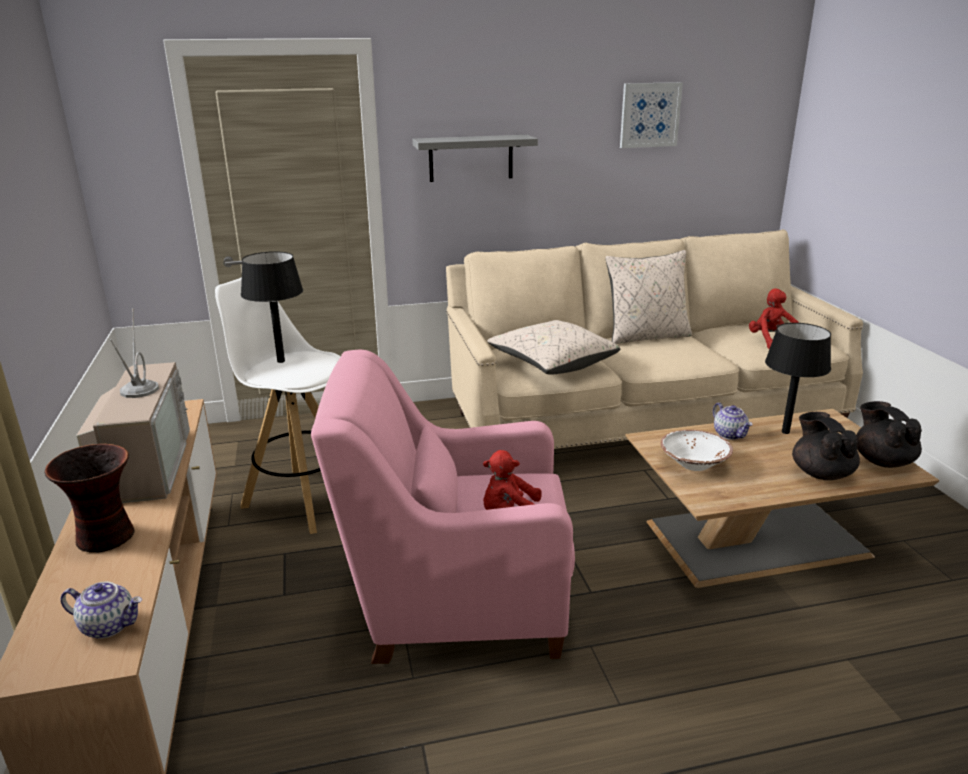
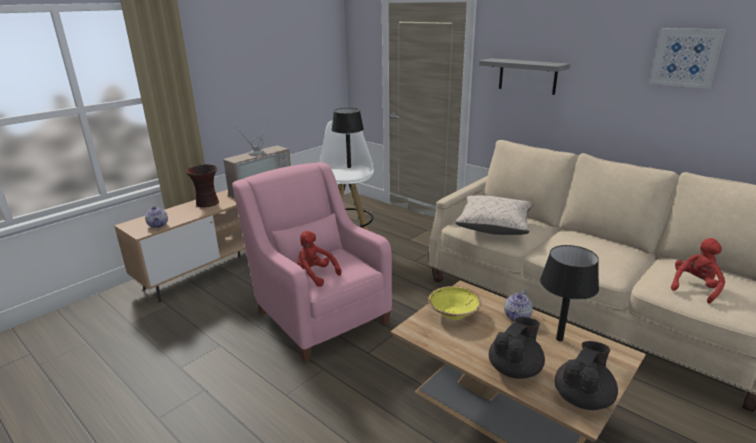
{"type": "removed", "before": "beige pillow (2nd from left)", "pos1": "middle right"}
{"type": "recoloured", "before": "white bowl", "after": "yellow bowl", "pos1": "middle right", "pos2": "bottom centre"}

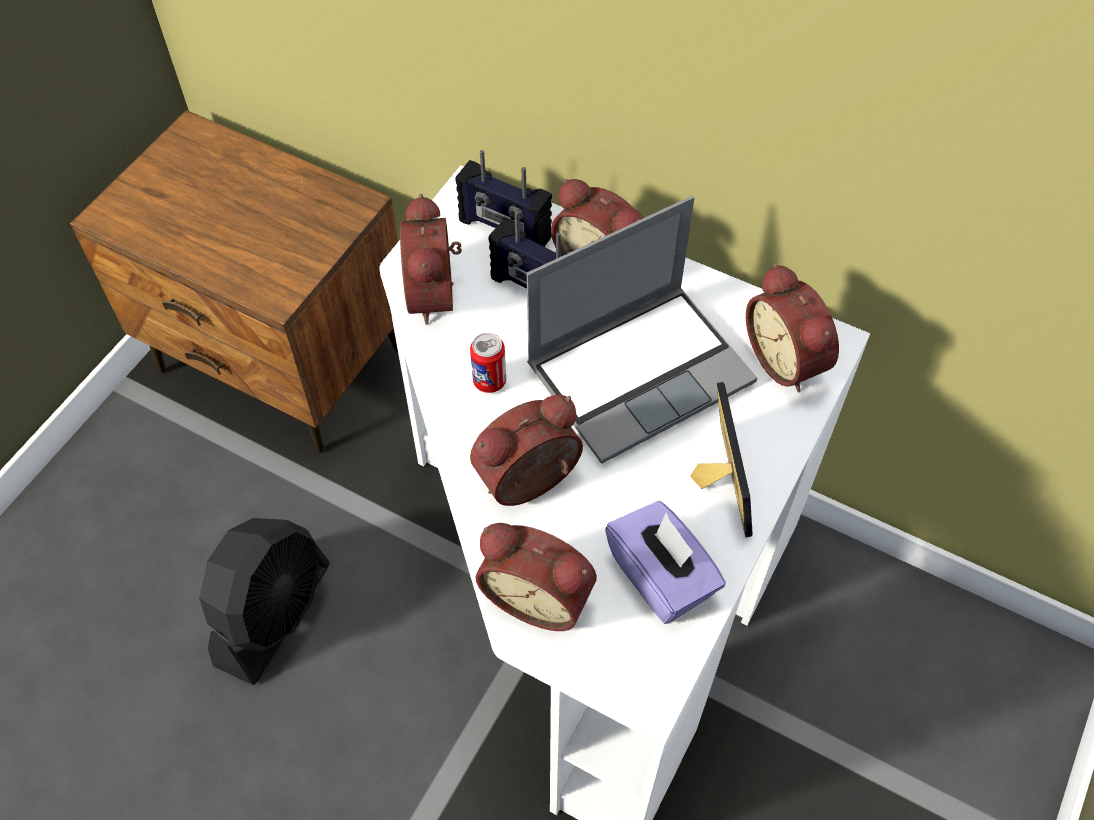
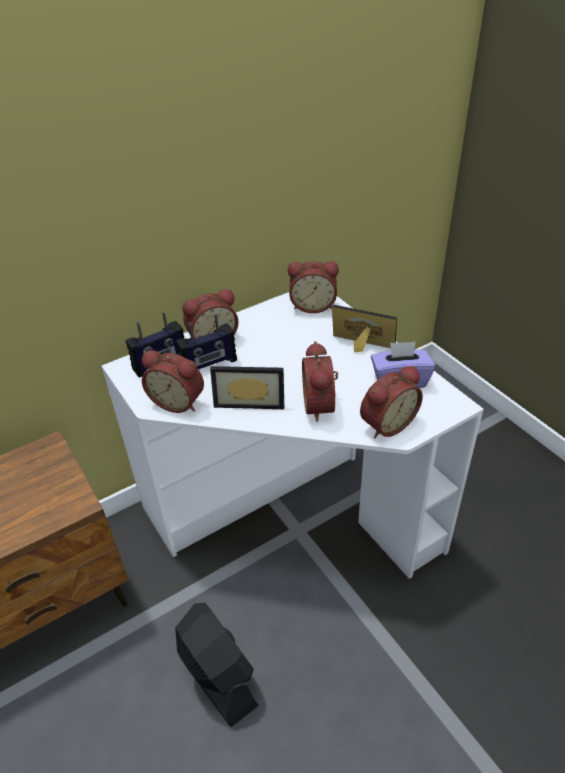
{"type": "replaced", "before": "can", "after": "picture frame (1st from left)", "pos1": "centre", "pos2": "centre"}
{"type": "removed", "before": "laptop", "pos1": "centre"}

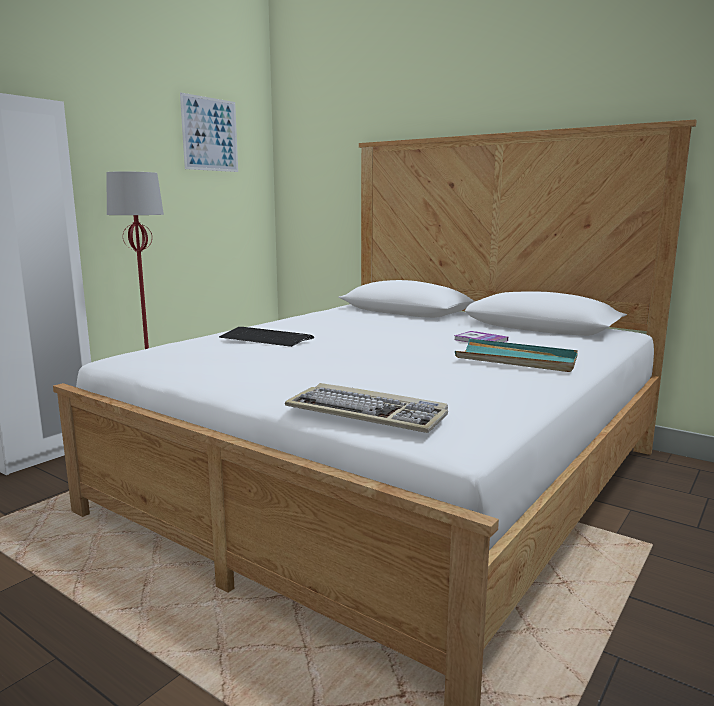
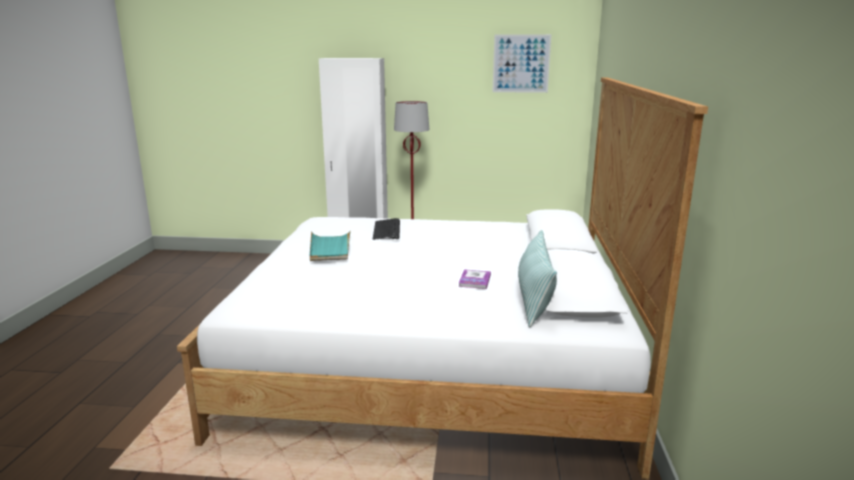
{"type": "removed", "before": "keyboard (2nd from left)", "pos1": "centre"}
{"type": "moved", "before": "turquoise tray", "pos1": "middle right", "pos2": "centre"}
{"type": "added", "after": "pillow", "pos2": "centre"}

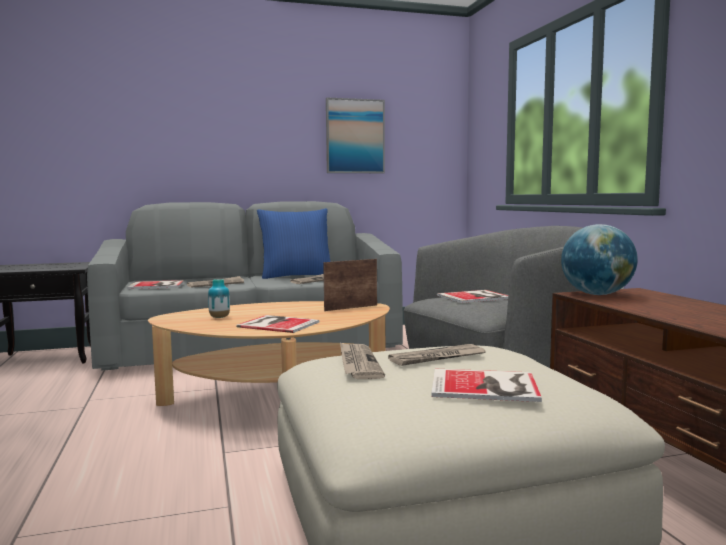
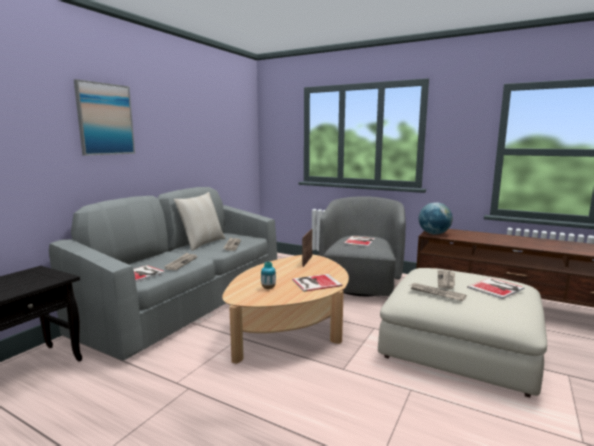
{"type": "recoloured", "before": "blue pillow", "after": "beige pillow", "pos1": "centre", "pos2": "centre"}
{"type": "moved", "before": "picture", "pos1": "top centre", "pos2": "top left"}

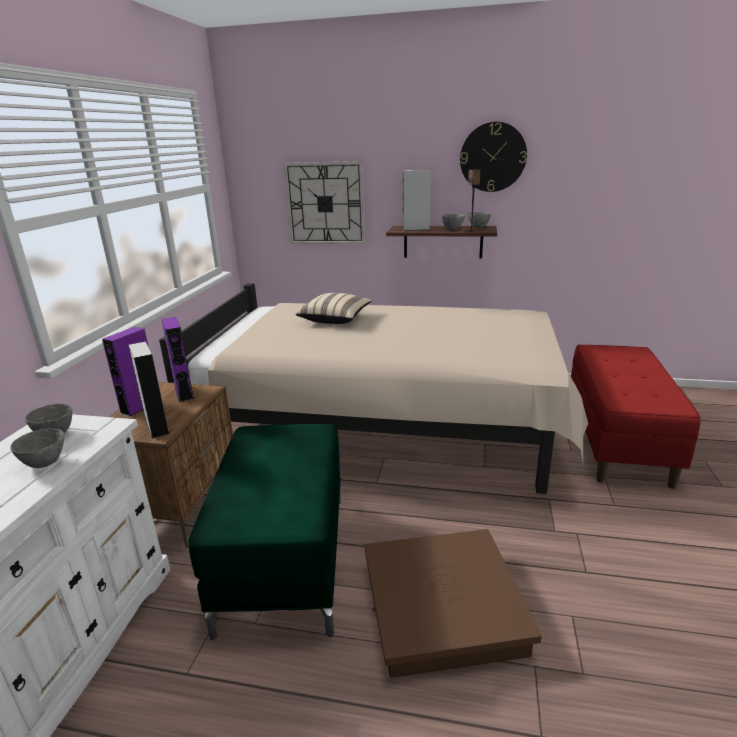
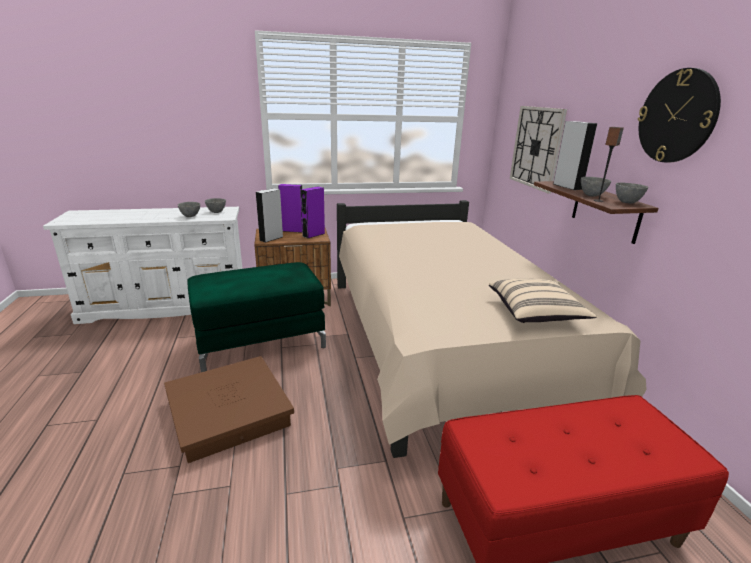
{"type": "moved", "before": "beige pillow", "pos1": "centre", "pos2": "middle right"}

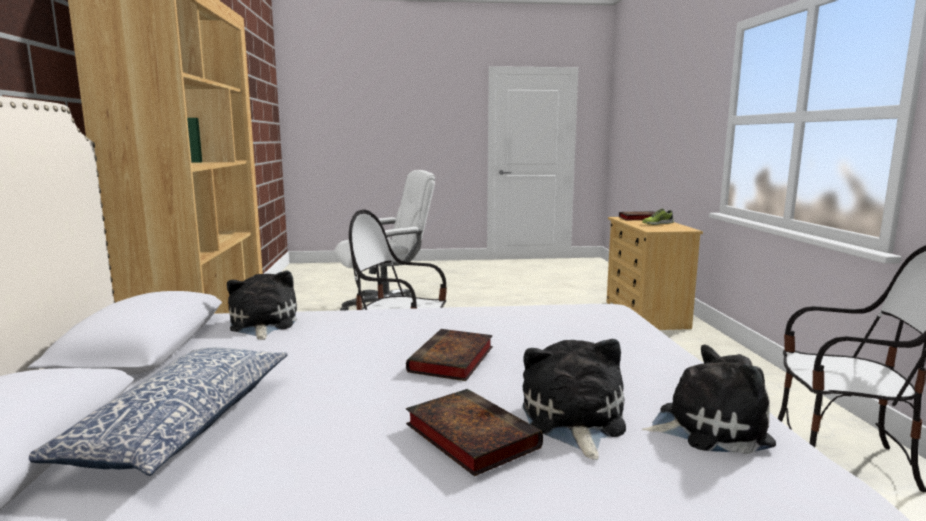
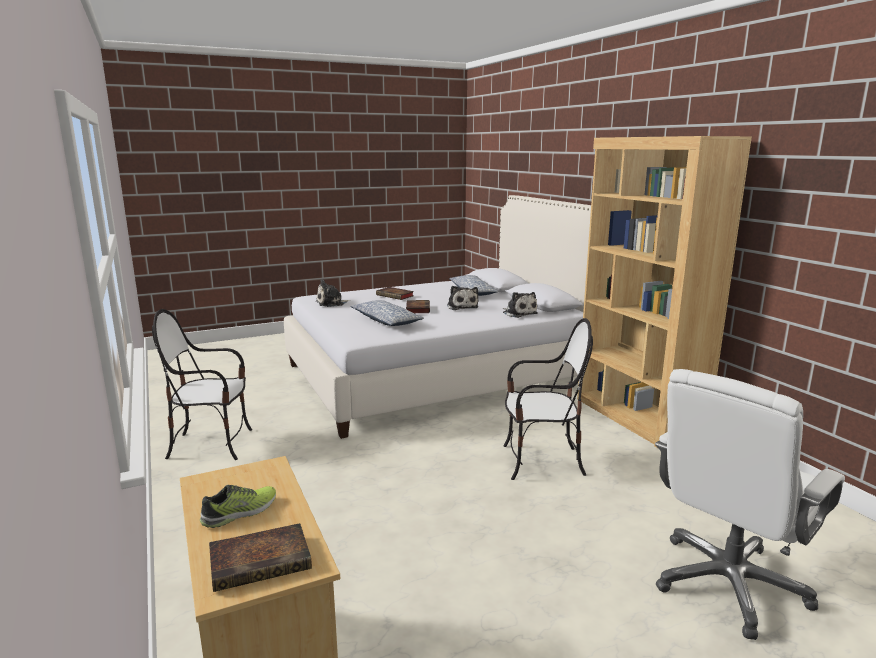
{"type": "moved", "before": "plush toy (2nd from left)", "pos1": "bottom centre", "pos2": "centre"}
{"type": "added", "after": "pillow (1st from left)", "pos2": "centre"}

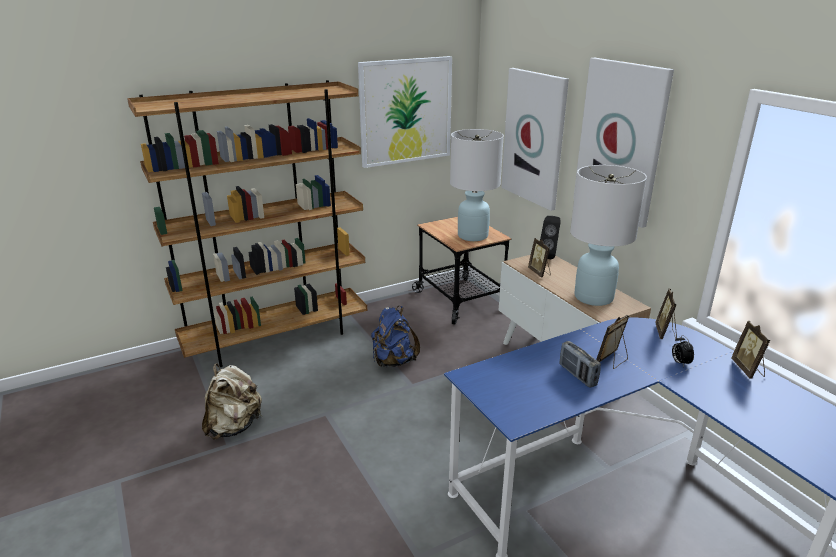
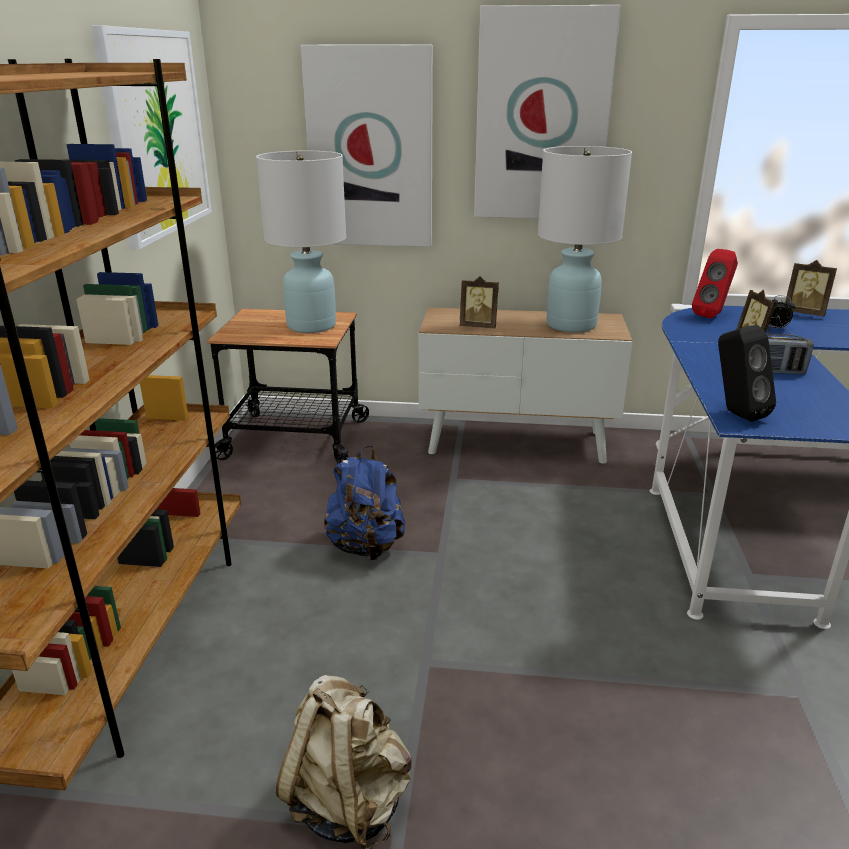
{"type": "moved", "before": "black speaker", "pos1": "centre", "pos2": "middle right"}
{"type": "replaced", "before": "picture frame (3rd from left)", "after": "red speaker", "pos1": "middle right", "pos2": "middle right"}

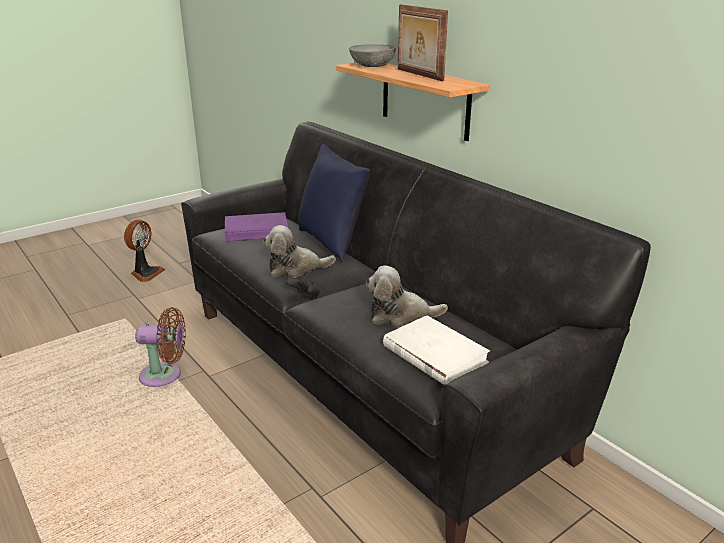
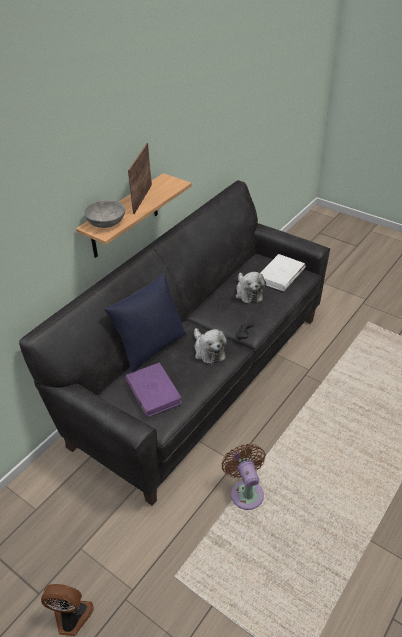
{"type": "turned", "before": "picture frame", "pos1": "top centre", "pos2": "top centre", "turn": 150}

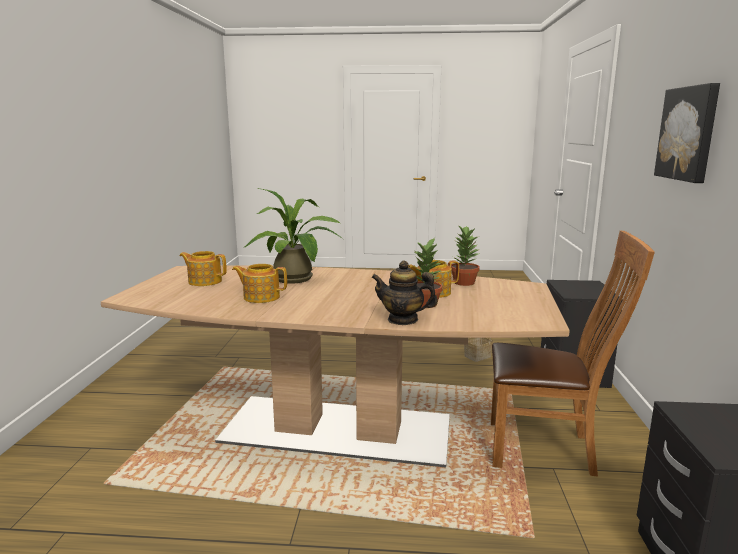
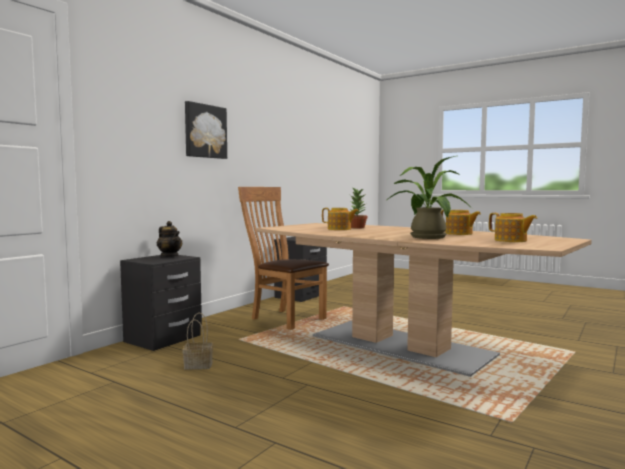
{"type": "moved", "before": "teapot (3rd from left in the first image)", "after": "teapot (1st from left)", "pos1": "centre", "pos2": "middle left"}
{"type": "removed", "before": "potted plant (3rd from left)", "pos1": "centre"}

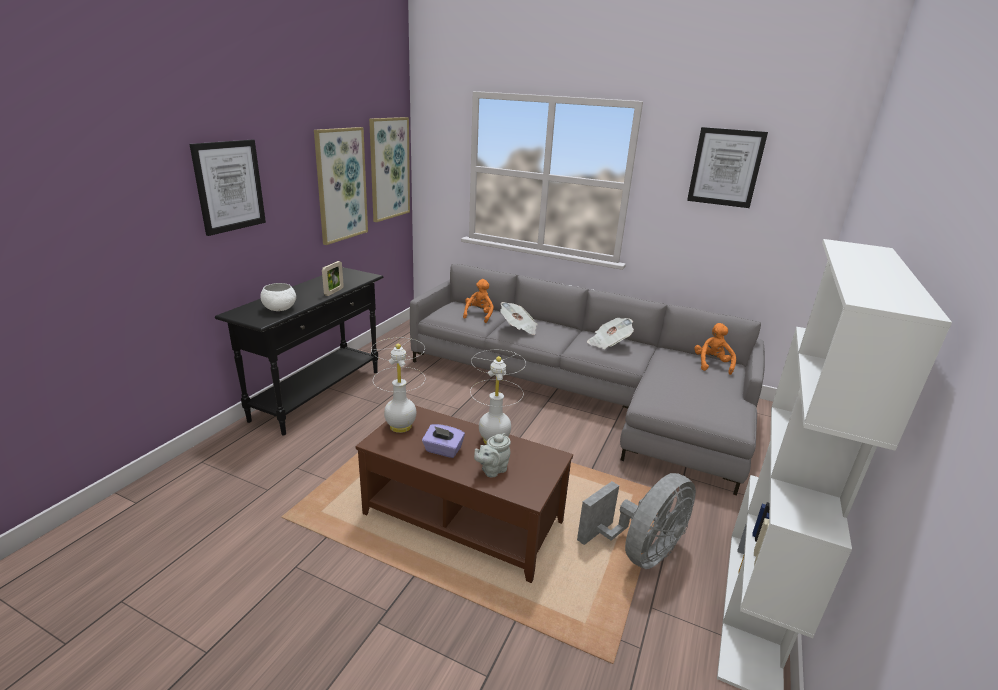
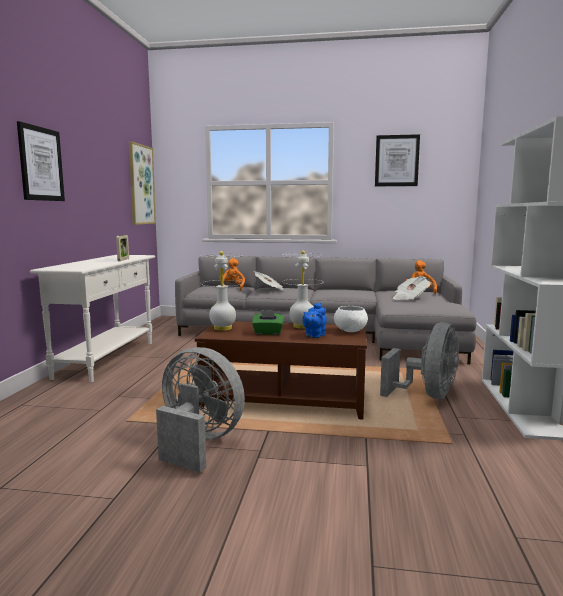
{"type": "recoloured", "before": "black console table", "after": "white console table", "pos1": "middle left", "pos2": "middle left"}
{"type": "moved", "before": "white bowl", "pos1": "middle left", "pos2": "centre"}
{"type": "removed", "before": "picture (2nd from left)", "pos1": "top centre"}
{"type": "recoloured", "before": "purple tissue box", "after": "green tissue box", "pos1": "centre", "pos2": "centre"}
{"type": "recoloured", "before": "grey teapot", "after": "blue teapot", "pos1": "centre", "pos2": "centre"}
{"type": "moved", "before": "newspaper (2nd from left)", "pos1": "centre", "pos2": "middle right"}
{"type": "added", "after": "grey fan (1st from left)", "pos2": "bottom centre"}

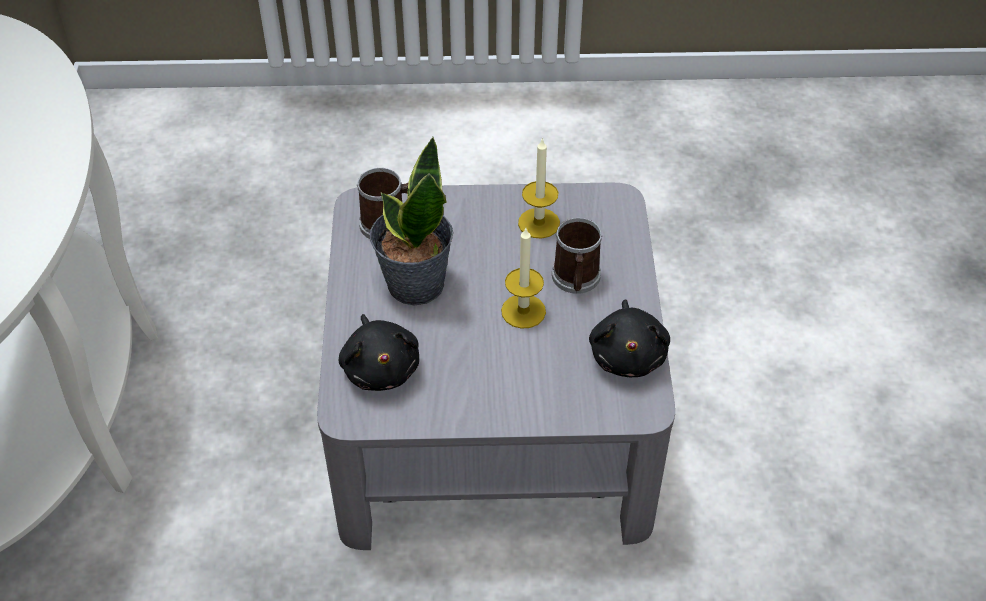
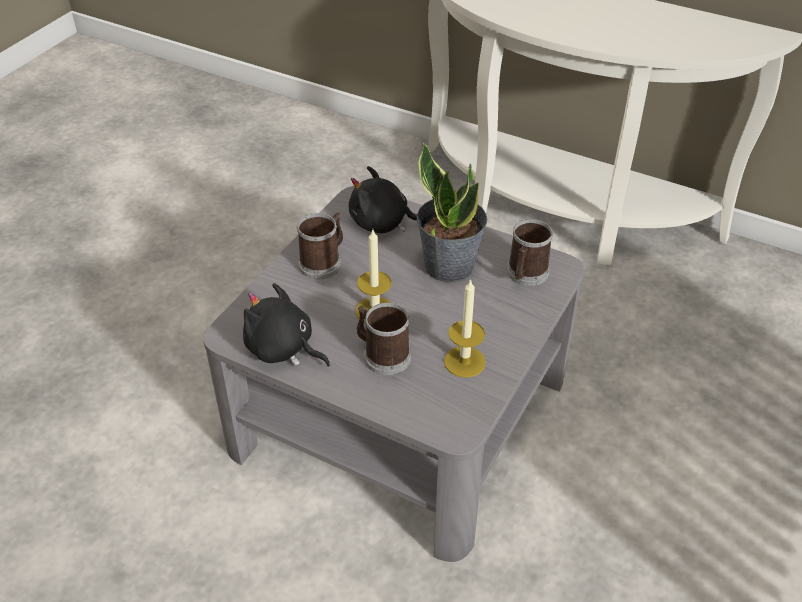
{"type": "added", "after": "mug (1st from left)", "pos2": "centre"}

